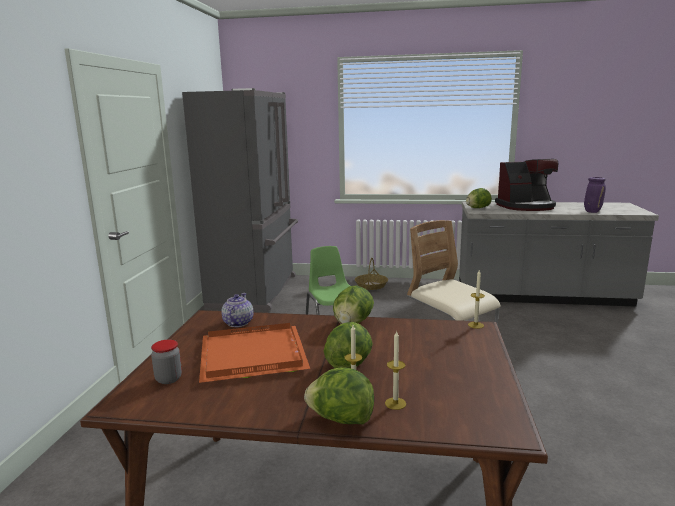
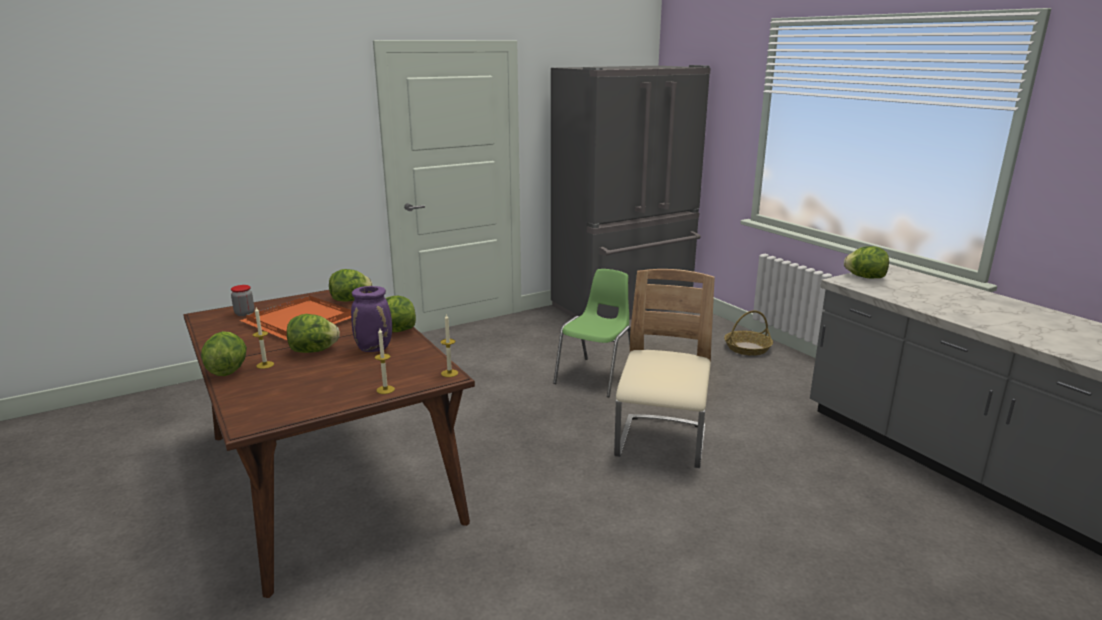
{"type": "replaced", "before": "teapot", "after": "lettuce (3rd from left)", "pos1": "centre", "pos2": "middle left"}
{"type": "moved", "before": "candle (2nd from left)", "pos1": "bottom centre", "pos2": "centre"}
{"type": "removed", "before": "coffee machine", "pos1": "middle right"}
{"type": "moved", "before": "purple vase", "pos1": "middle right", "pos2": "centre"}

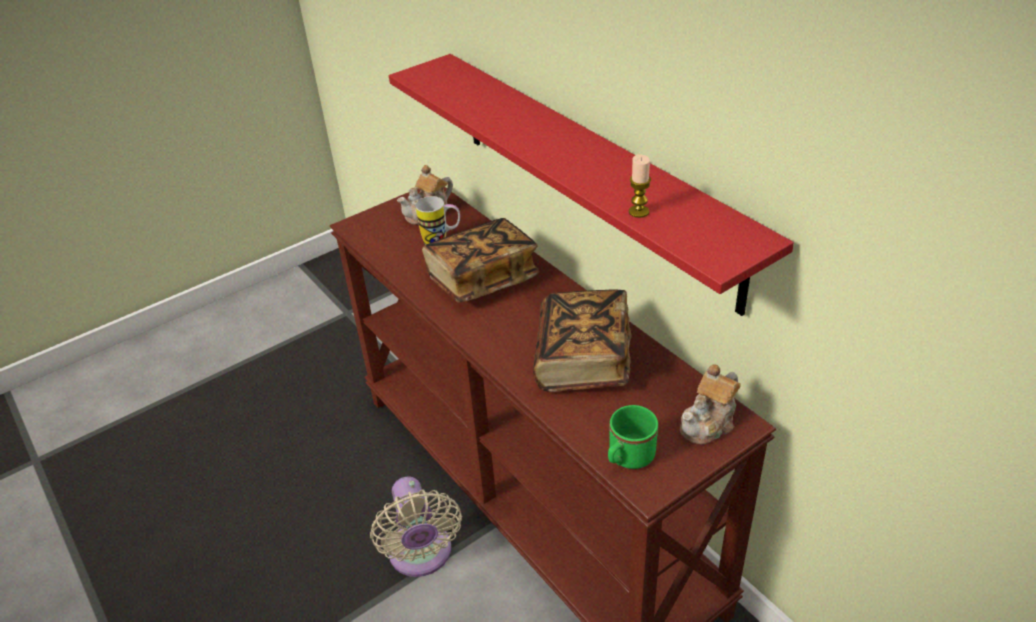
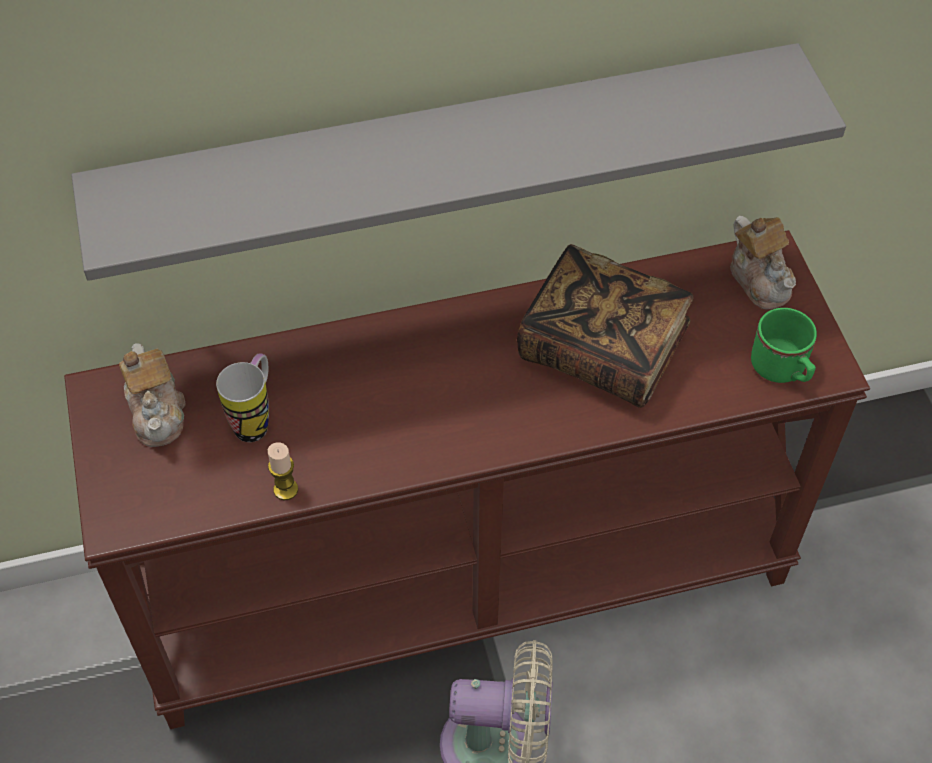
{"type": "recoloured", "before": "red shelf", "after": "grey shelf", "pos1": "top centre", "pos2": "top centre"}
{"type": "removed", "before": "book (1st from left)", "pos1": "centre"}
{"type": "moved", "before": "candle", "pos1": "top centre", "pos2": "middle left"}

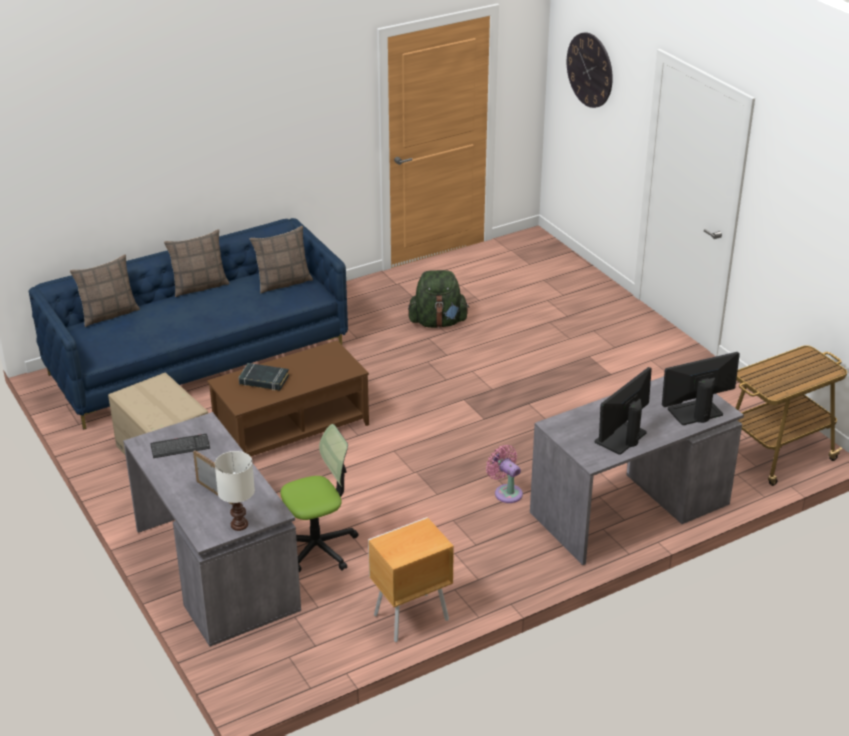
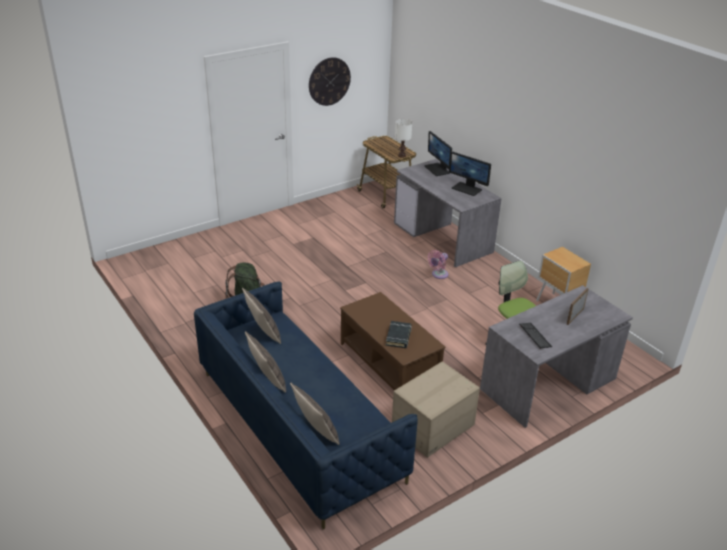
{"type": "moved", "before": "white table lamp", "pos1": "bottom left", "pos2": "top centre"}
{"type": "moved", "before": "wall clock", "pos1": "top right", "pos2": "top centre"}

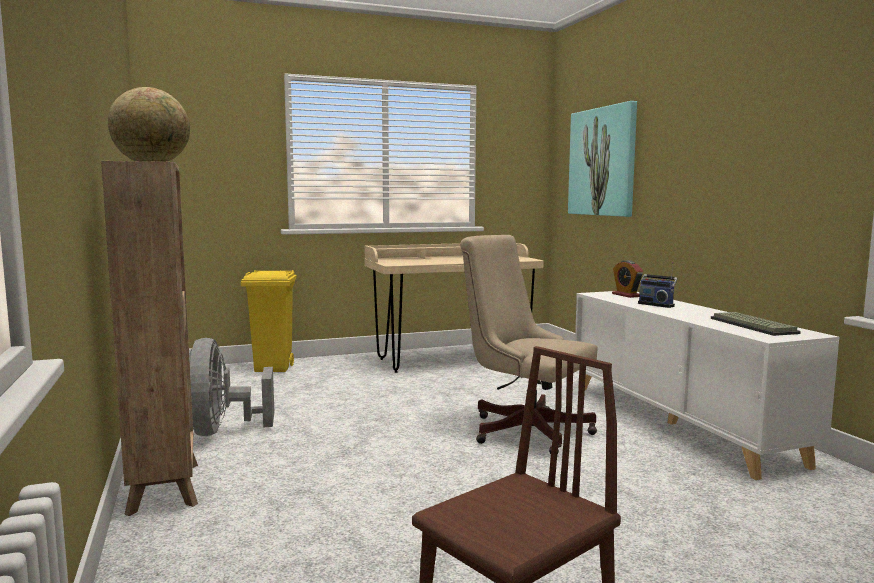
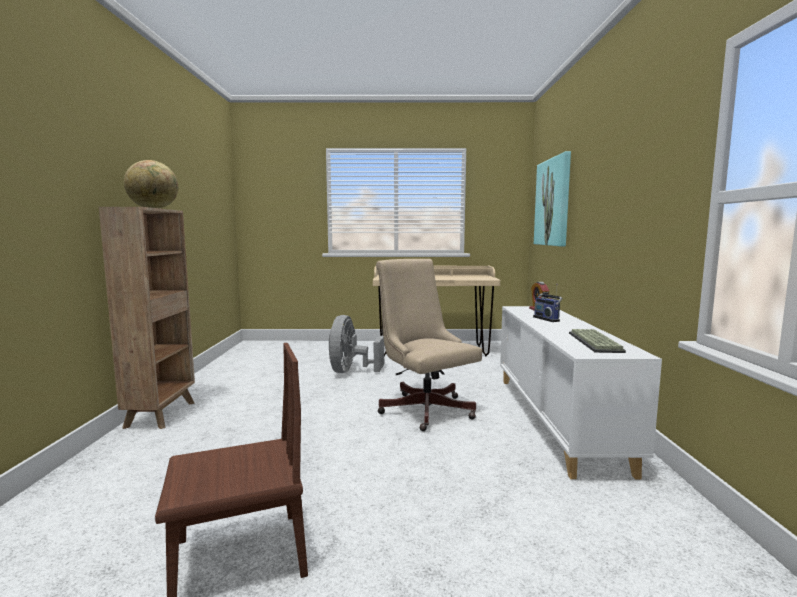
{"type": "moved", "before": "grey fan", "pos1": "middle left", "pos2": "centre"}
{"type": "removed", "before": "yellow trash can", "pos1": "middle left"}

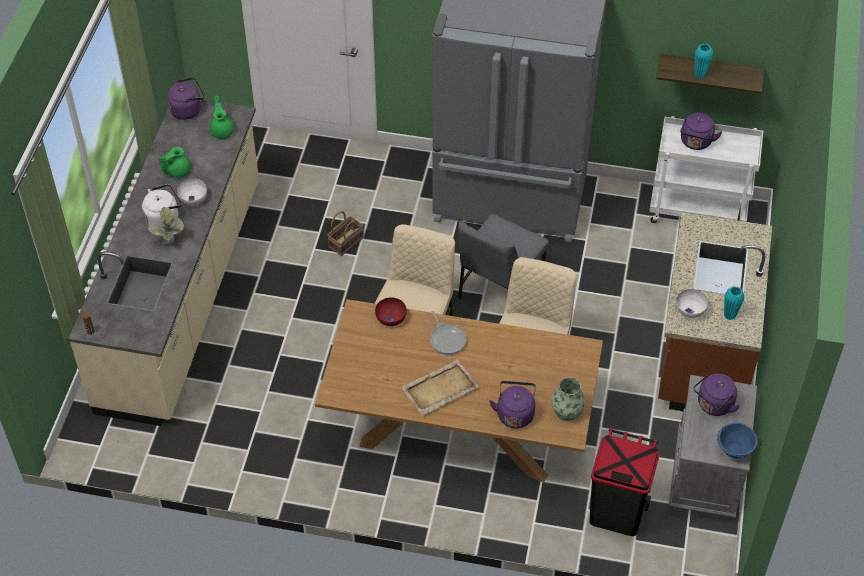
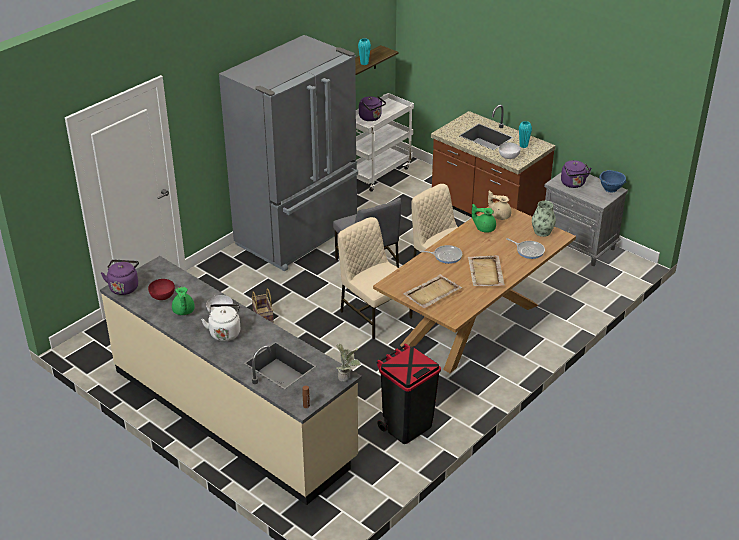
{"type": "moved", "before": "potted plant", "pos1": "middle left", "pos2": "bottom centre"}
{"type": "moved", "before": "green teapot (2nd from left)", "pos1": "top left", "pos2": "centre"}
{"type": "moved", "before": "red bowl", "pos1": "centre", "pos2": "middle left"}
{"type": "replaced", "before": "purple kettle (2nd from left)", "after": "frying pan (2nd from left)", "pos1": "bottom centre", "pos2": "middle right"}
{"type": "moved", "before": "black trash can", "pos1": "bottom right", "pos2": "bottom centre"}
{"type": "added", "after": "beige tray (1st from left)", "pos2": "centre"}
{"type": "added", "after": "beige teapot", "pos2": "middle right"}

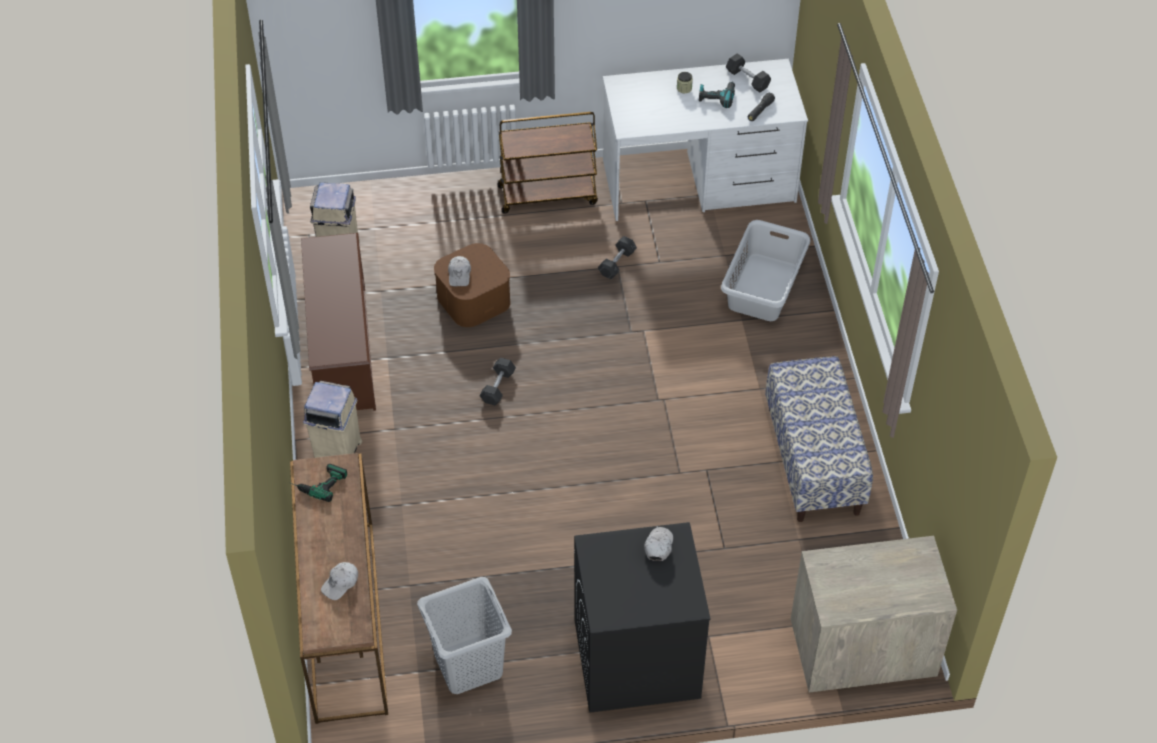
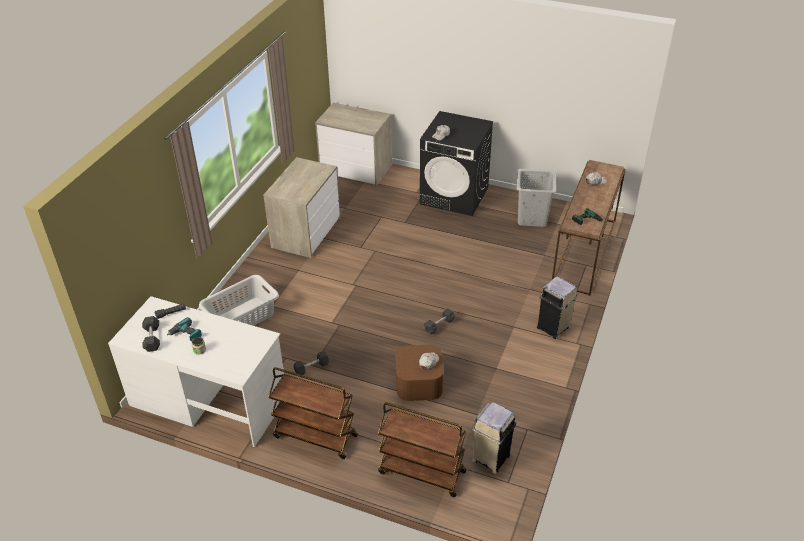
{"type": "removed", "before": "brown shoe rack", "pos1": "middle left"}
{"type": "replaced", "before": "bench", "after": "dresser (1st from left)", "pos1": "middle right", "pos2": "centre"}
{"type": "added", "after": "brown cart (2nd from left)", "pos2": "bottom centre"}

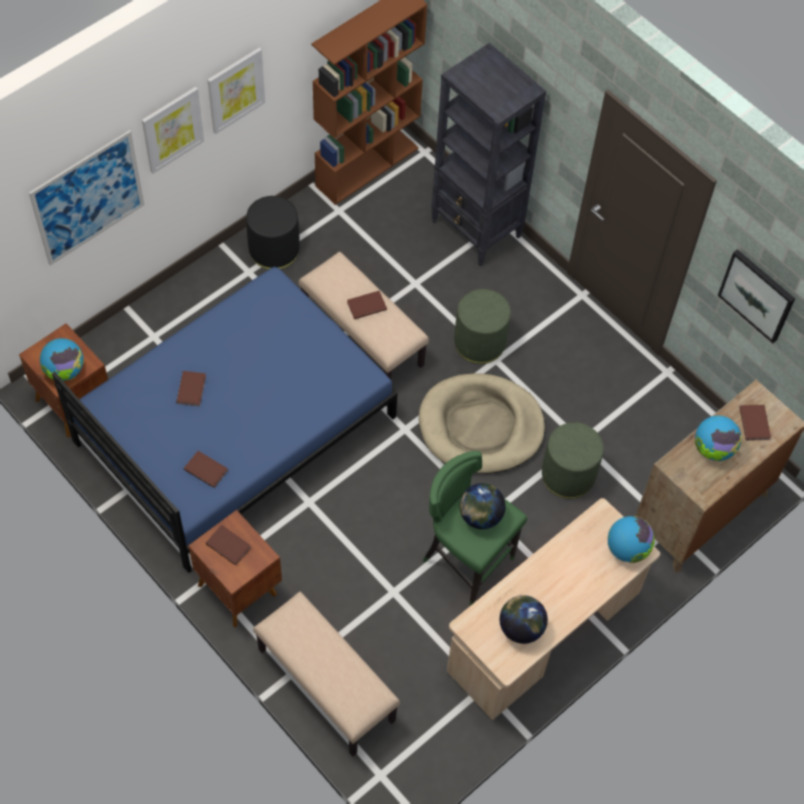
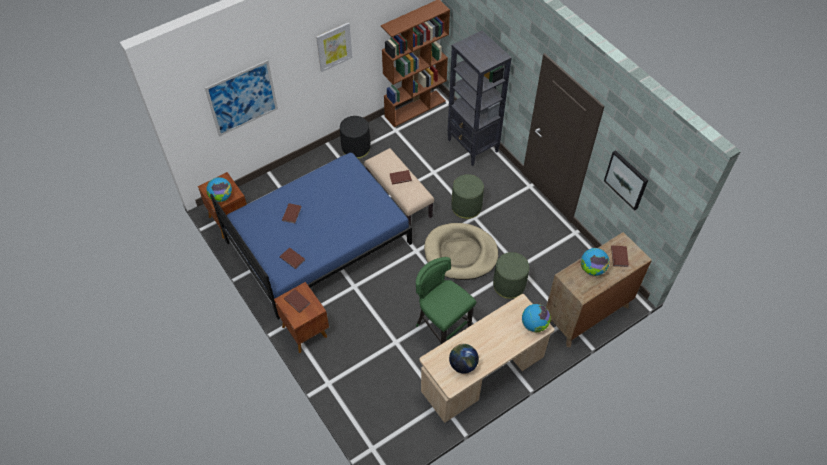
{"type": "removed", "before": "picture (2nd from left)", "pos1": "top left"}
{"type": "removed", "before": "beige bench (1st from left)", "pos1": "bottom centre"}
{"type": "removed", "before": "globe (2nd from left)", "pos1": "centre"}

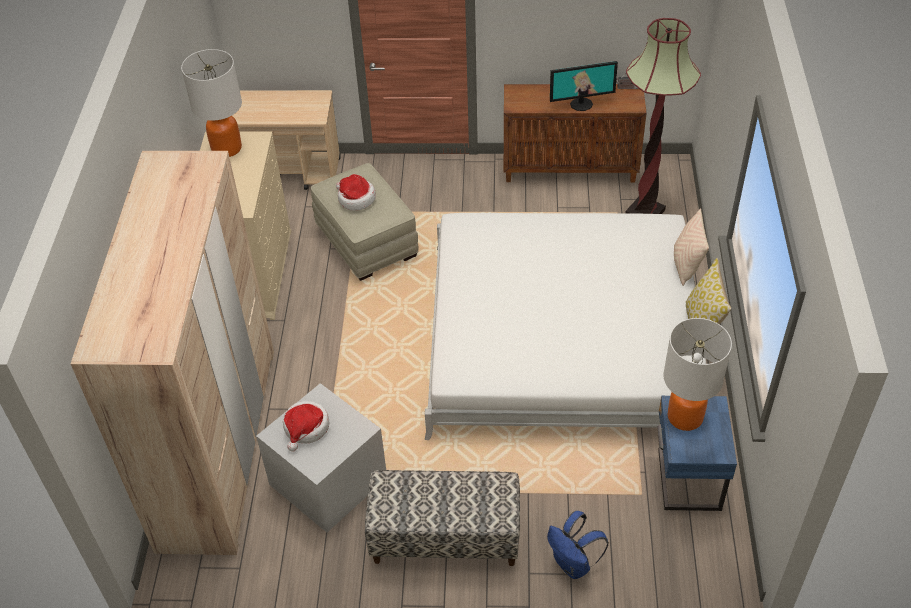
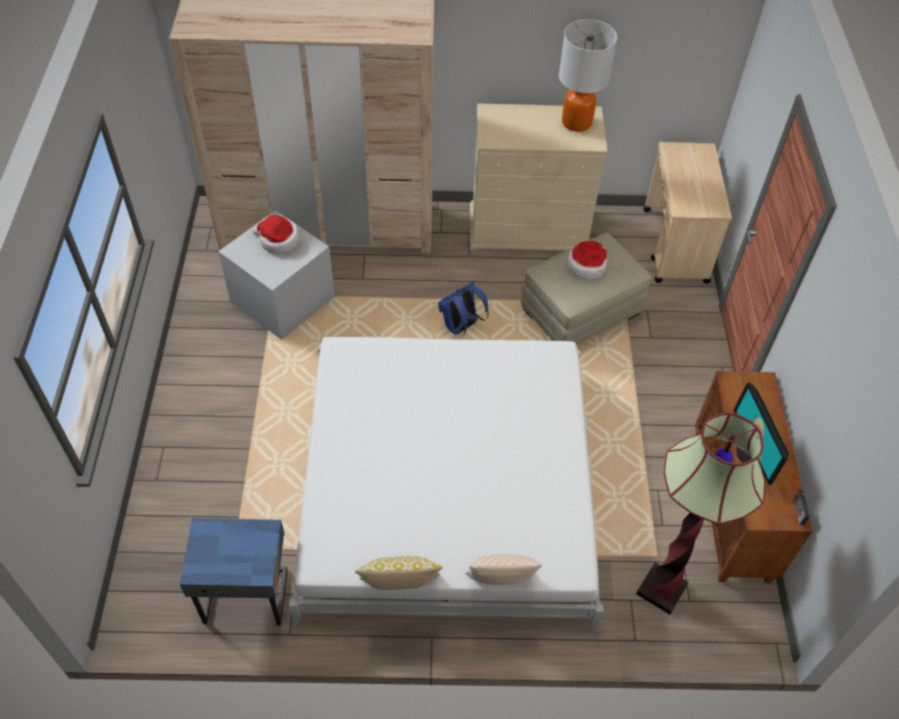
{"type": "removed", "before": "bench", "pos1": "bottom centre"}
{"type": "moved", "before": "blue backpack", "pos1": "bottom centre", "pos2": "centre"}
{"type": "removed", "before": "table lamp (2nd from left)", "pos1": "middle right"}

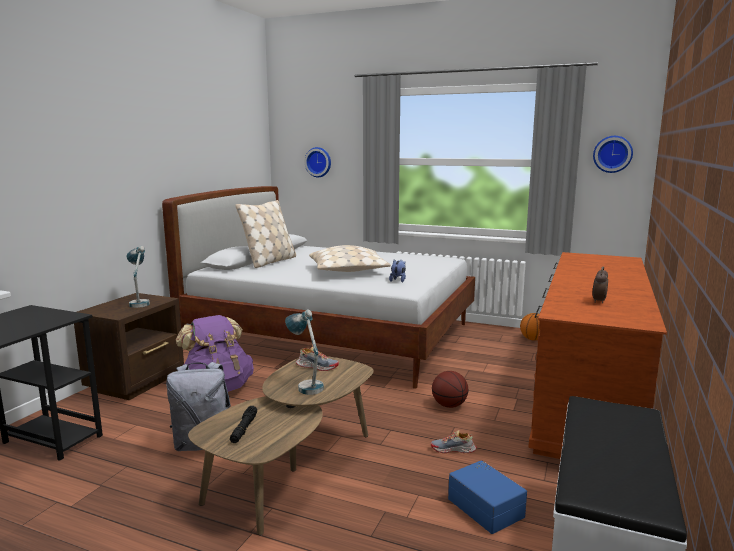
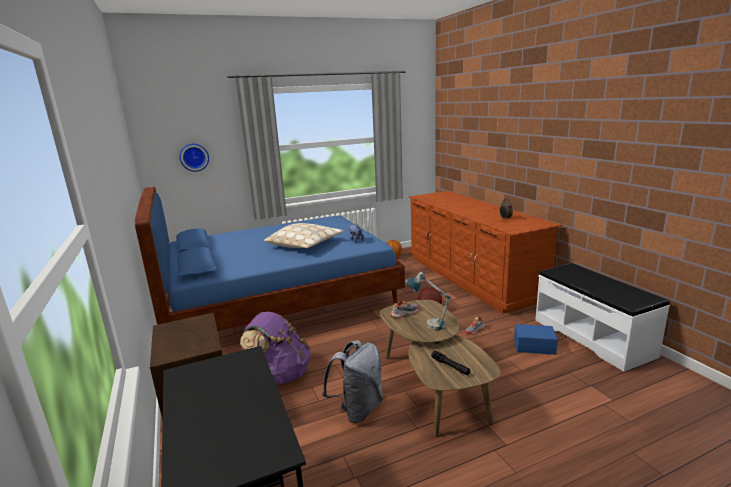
{"type": "removed", "before": "table lamp (1st from left)", "pos1": "middle left"}
{"type": "recoloured", "before": "white bed", "after": "blue bed", "pos1": "centre", "pos2": "centre"}
{"type": "removed", "before": "beige pillow (1st from left)", "pos1": "centre"}
{"type": "removed", "before": "wall clock (2nd from left)", "pos1": "top right"}

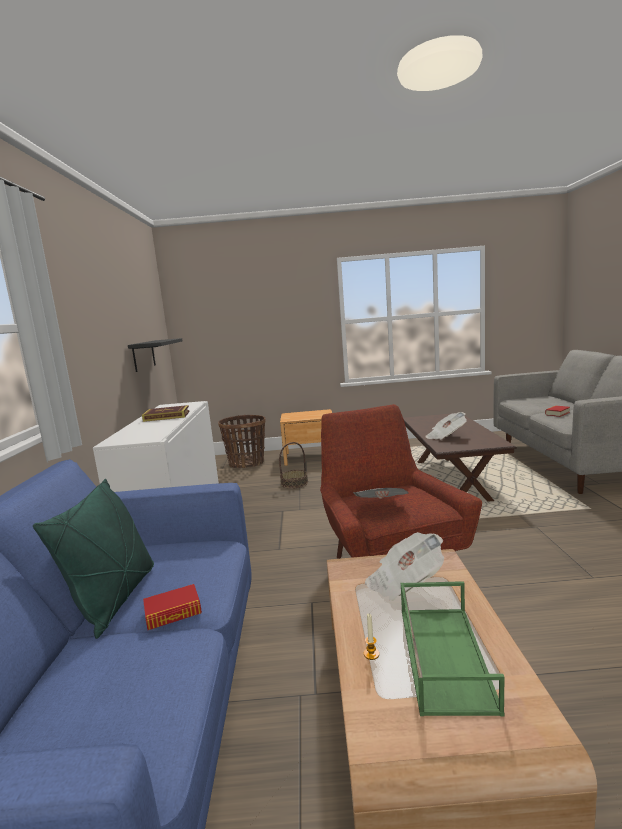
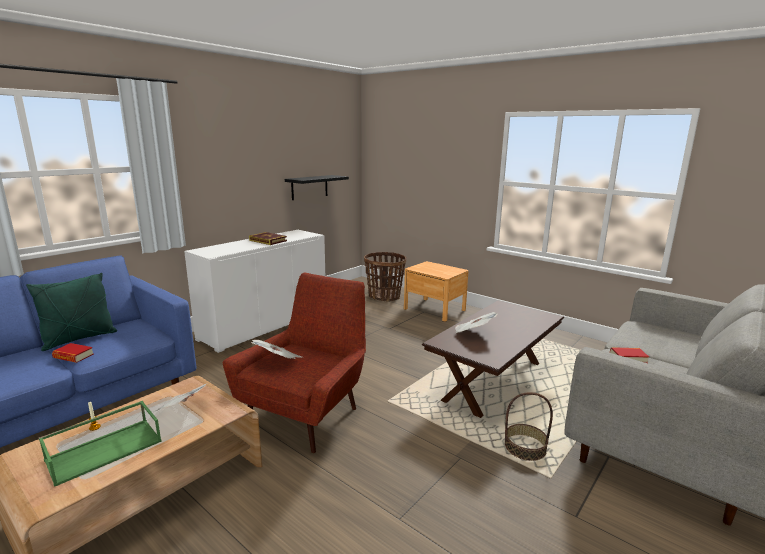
{"type": "moved", "before": "basket (2nd from left)", "pos1": "centre", "pos2": "bottom right"}

